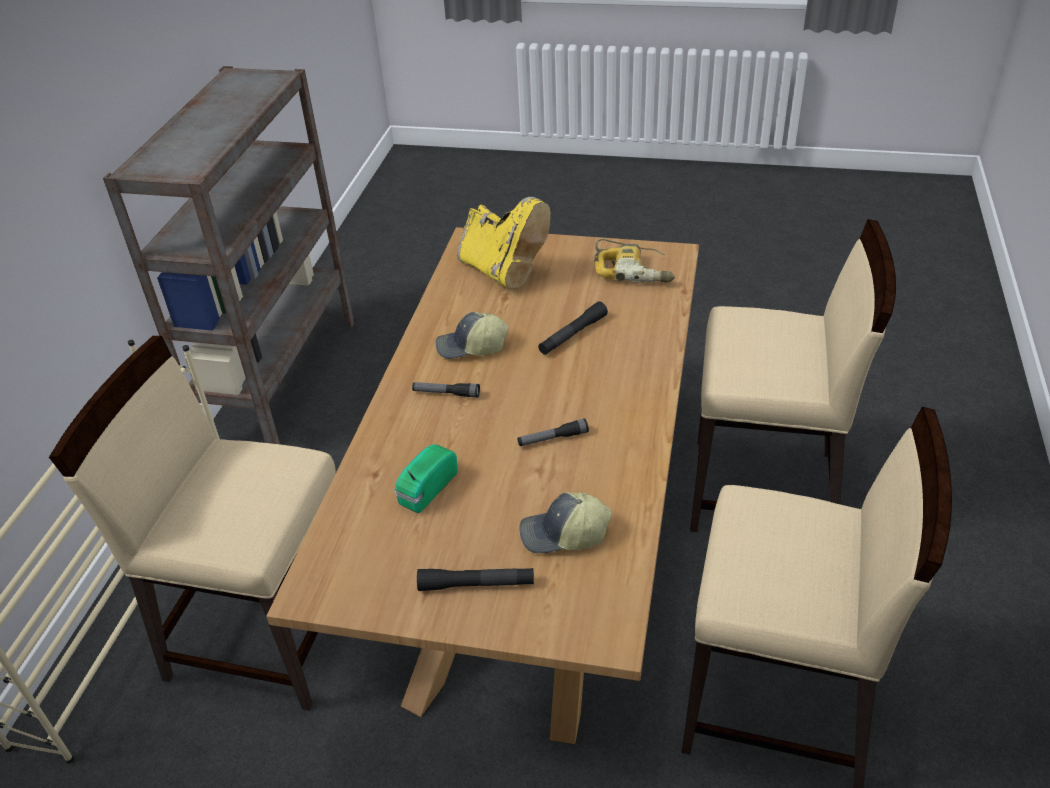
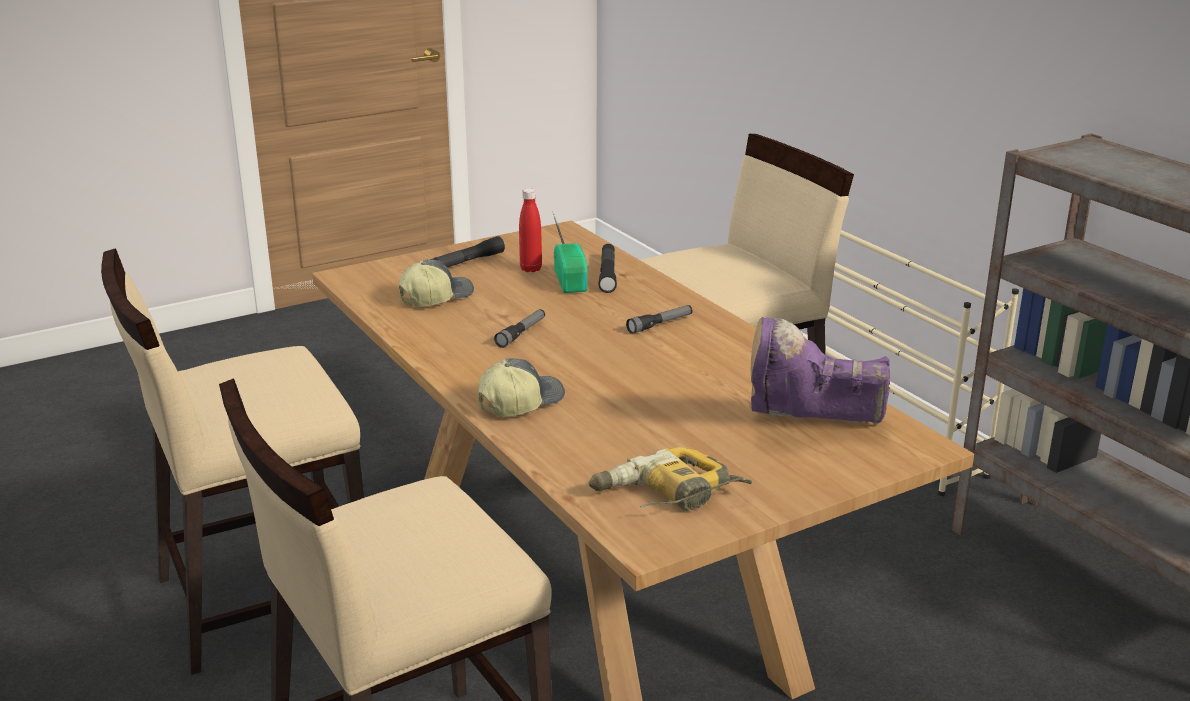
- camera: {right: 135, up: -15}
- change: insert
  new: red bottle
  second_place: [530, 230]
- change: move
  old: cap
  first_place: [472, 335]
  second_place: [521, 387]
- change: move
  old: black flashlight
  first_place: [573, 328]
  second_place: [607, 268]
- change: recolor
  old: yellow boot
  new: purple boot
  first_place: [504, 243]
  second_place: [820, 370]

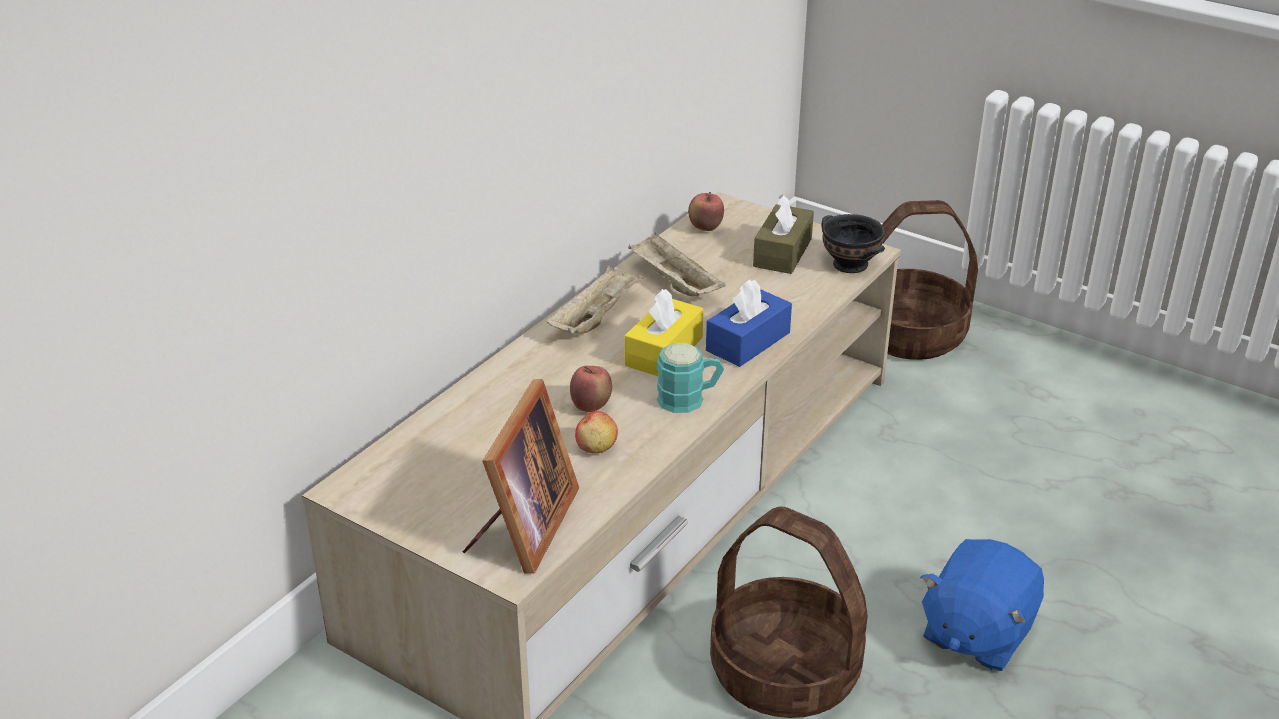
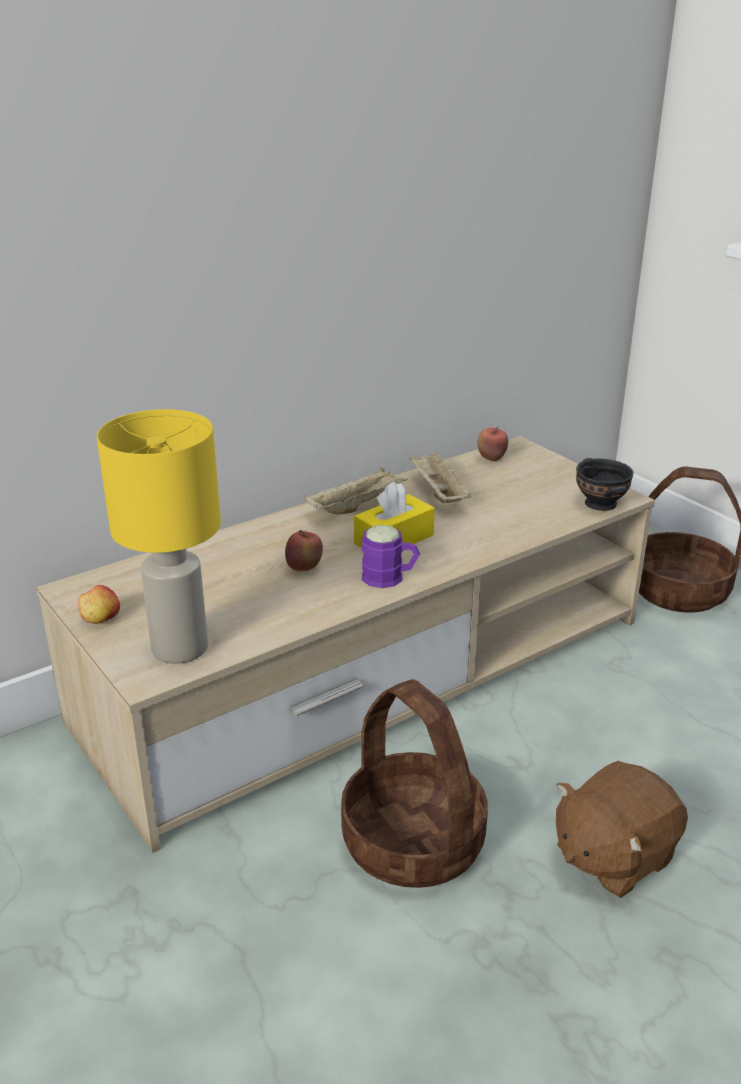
- camera: {right: 20, up: -5}
- change: delete
  old: blue tissue box
  first_place: [749, 323]
- change: delete
  old: brown tissue box
  first_place: [783, 234]
- change: move
  old: apple
  first_place: [596, 432]
  second_place: [99, 604]
- change: replace
  old: picture frame
  new: yellow table lamp
  first_place: [521, 476]
  second_place: [159, 536]
- change: recolor
  old: turquoise mug
  new: purple mug
  first_place: [690, 378]
  second_place: [391, 556]
- change: recolor
  old: blue plush toy
  new: brown plush toy
  first_place: [982, 605]
  second_place: [622, 829]

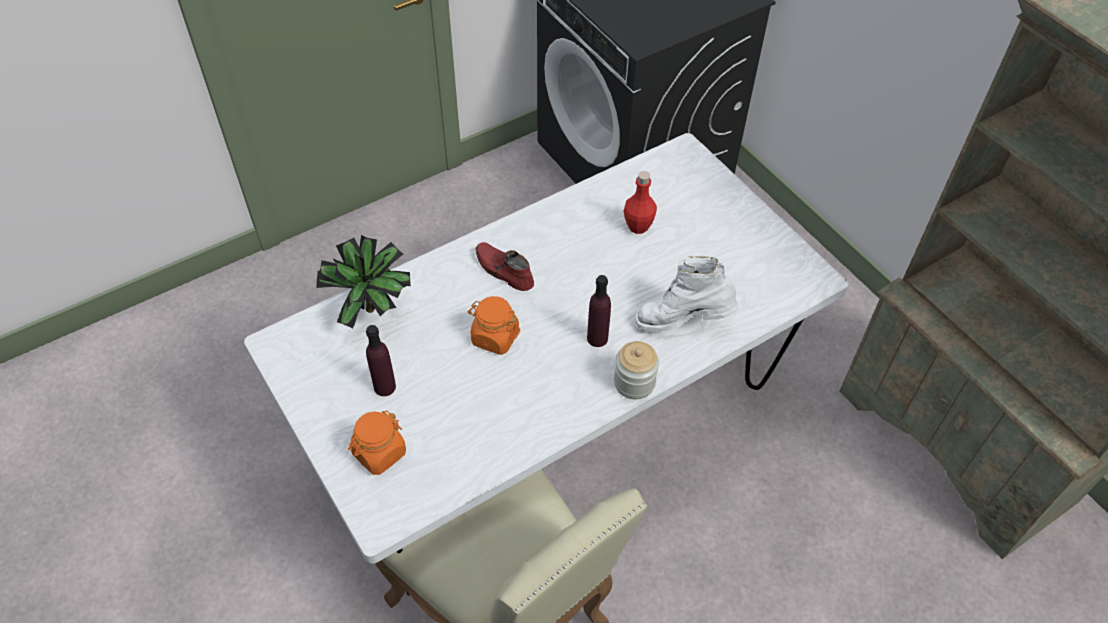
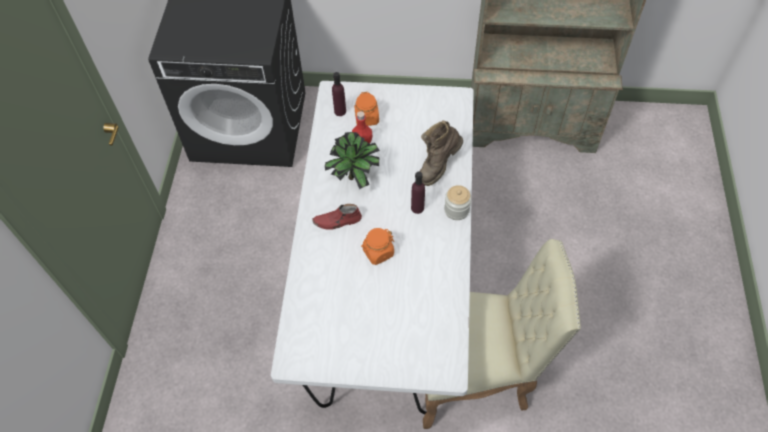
- camera: {right: -50, up: 5}
- change: move
  old: potted plant
  first_place: [363, 282]
  second_place: [352, 160]
- change: move
  old: orange jar
  first_place: [377, 442]
  second_place: [366, 109]
- change: move
  old: purple bottle
  first_place: [381, 360]
  second_place: [339, 94]
- change: recolor
  old: white boot
  new: brown boot
  first_place: [686, 294]
  second_place: [441, 153]

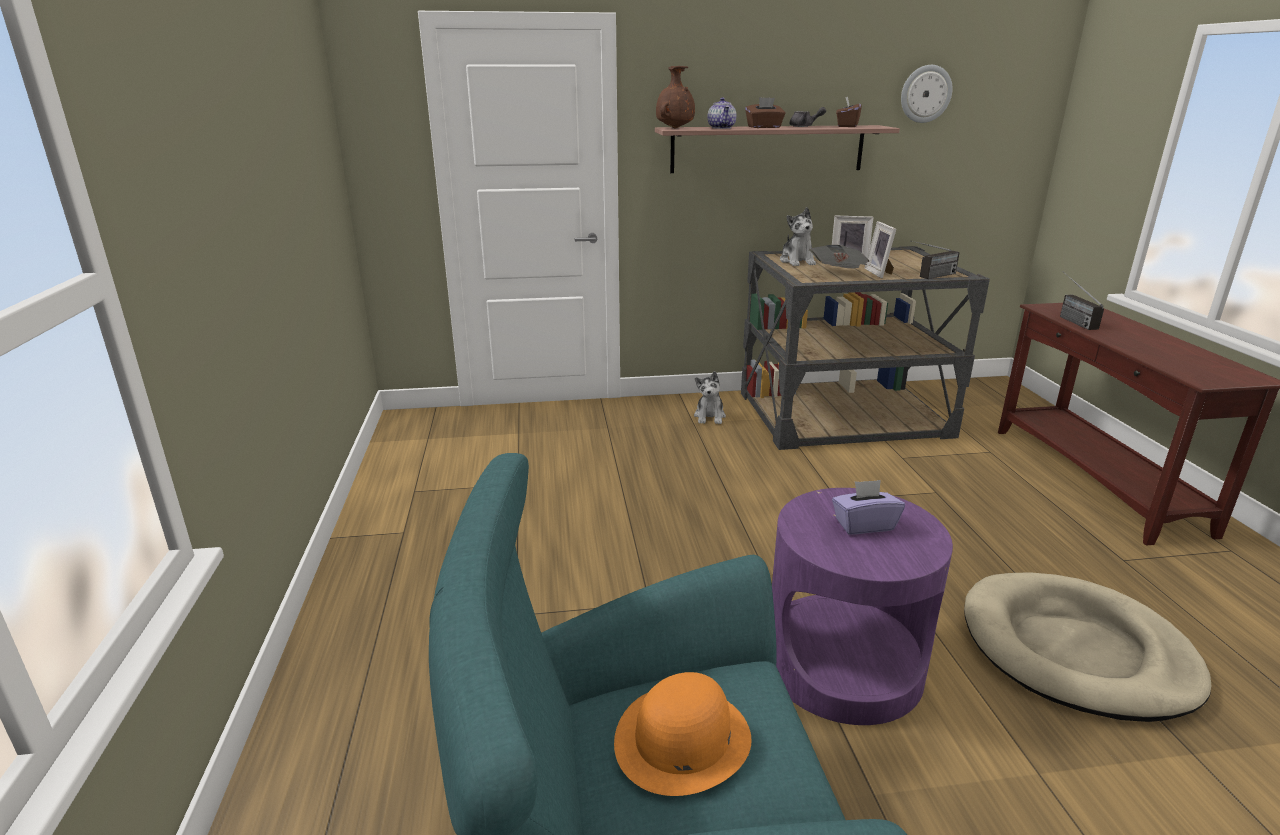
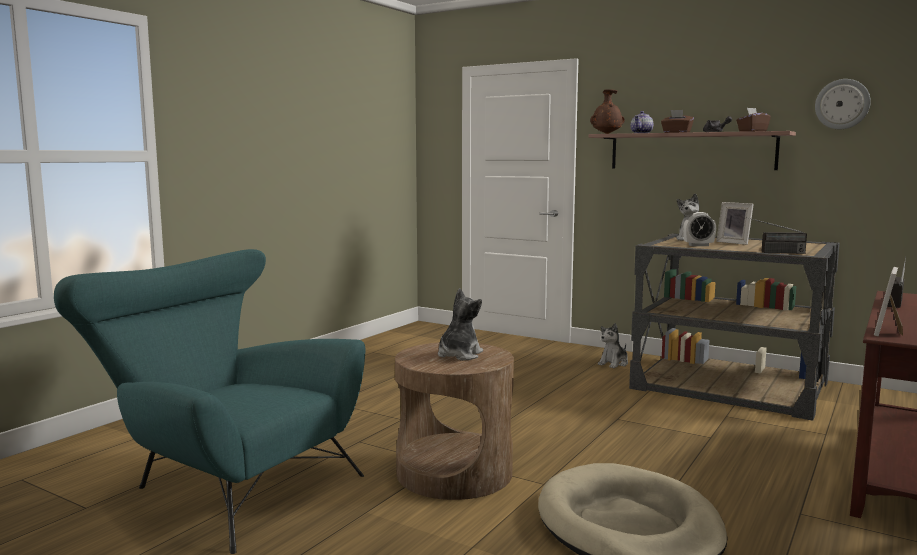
- camera: {right: 40, up: -15}
- change: delete
  old: orange hat
  first_place: [683, 734]
- change: move
  old: picture frame
  first_place: [880, 249]
  second_place: [888, 302]
- change: replace
  old: newspaper
  new: alarm clock
  first_place: [839, 256]
  second_place: [699, 229]
- change: replace
  old: purple tissue box
  new: plush toy
  first_place: [868, 507]
  second_place: [460, 324]
- change: recolor
  old: purple side table
  new: brown side table
  first_place: [862, 606]
  second_place: [454, 421]

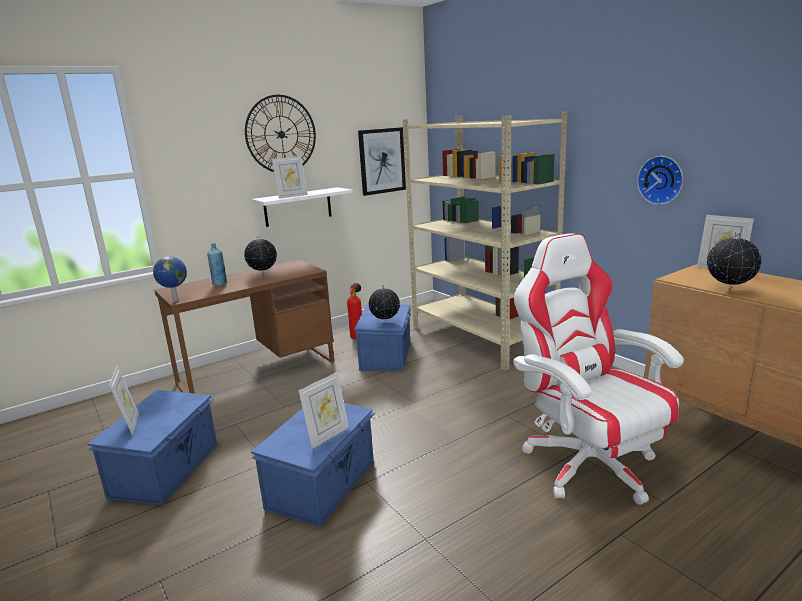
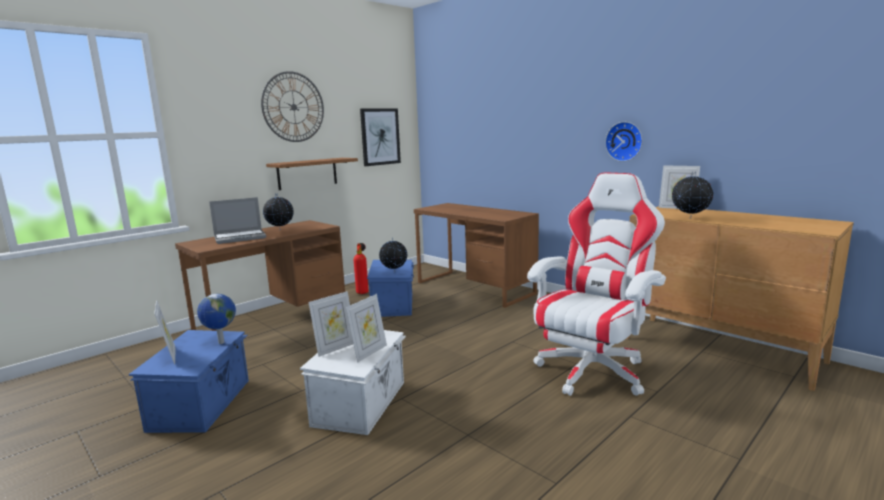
- camera: {right: -10, up: -5}
- change: move
  old: globe
  first_place: [170, 279]
  second_place: [216, 319]
- change: move
  old: picture frame
  first_place: [290, 177]
  second_place: [331, 324]
- change: replace
  old: blue bottle
  new: laptop
  first_place: [217, 264]
  second_place: [237, 220]
- change: replace
  old: beige bookcase
  new: brown desk
  first_place: [485, 241]
  second_place: [476, 255]
- change: recolor
  old: blue storage box
  new: white storage box
  first_place: [313, 465]
  second_place: [353, 382]
- change: recolor
  old: white shelf
  new: brown shelf
  first_place: [302, 207]
  second_place: [312, 174]
- change: rotate
  old: white office chair
  first_place: [598, 369]
  second_place: [596, 284]
  degrees: 75

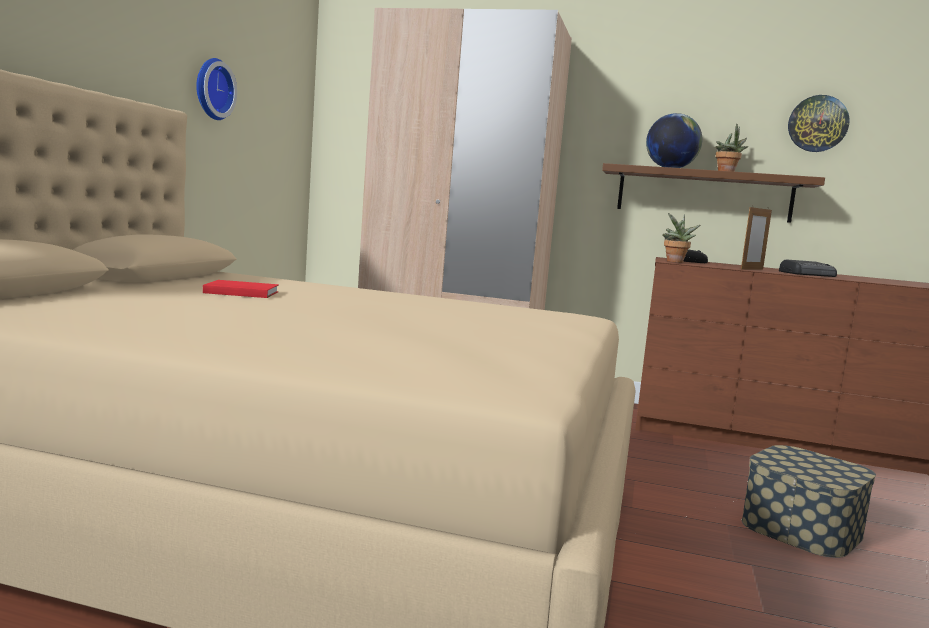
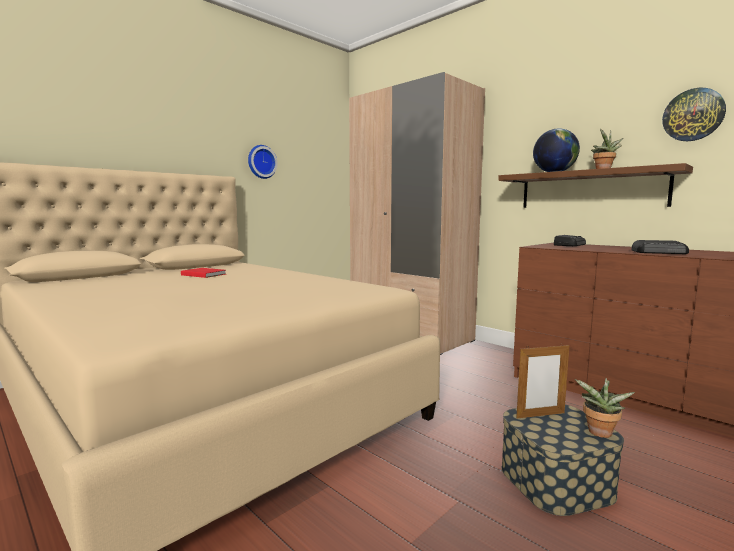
- camera: {right: 30, up: 0}
- change: move
  old: potted plant
  first_place: [681, 238]
  second_place: [605, 408]
- change: move
  old: picture frame
  first_place: [756, 238]
  second_place: [542, 381]

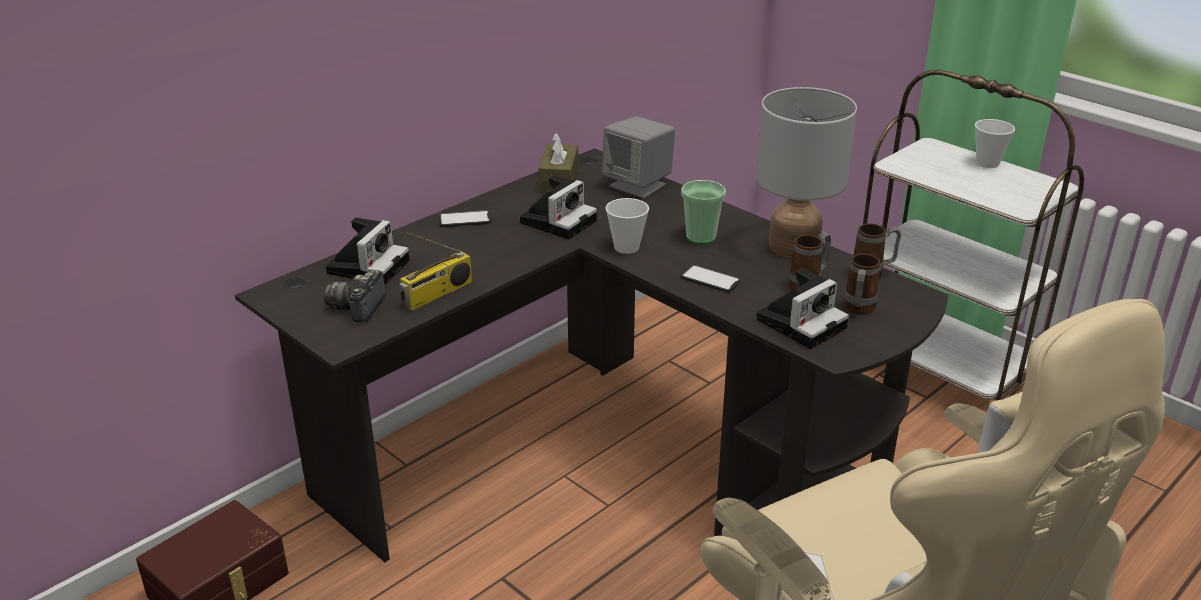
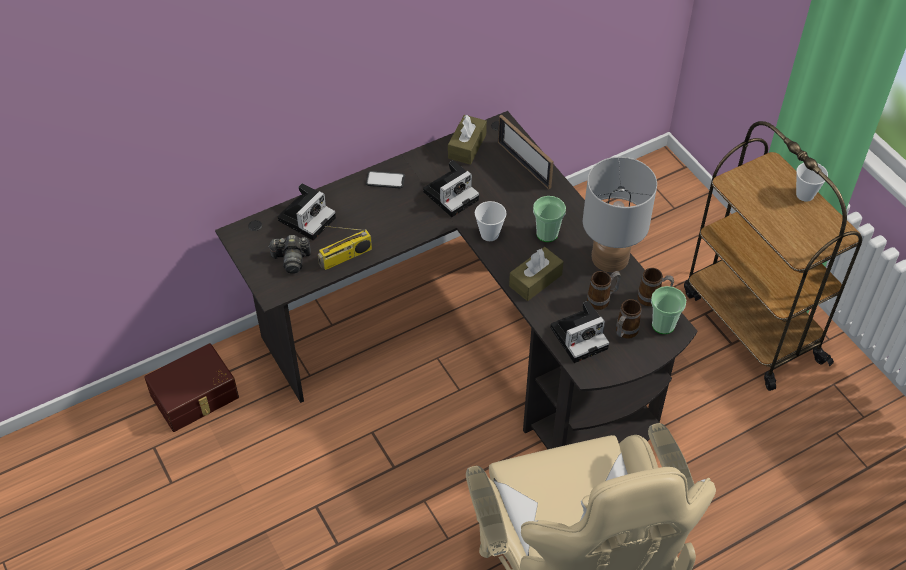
- camera: {right: 15, up: 20}
- change: insert
  new: cup
  second_place: [668, 310]
- change: replace
  old: grey speaker
  new: picture frame
  first_place: [638, 157]
  second_place: [526, 152]
- change: replace
  old: phone
  new: brown tissue box
  first_place: [710, 278]
  second_place: [536, 274]
- change: recolor
  old: white cart
  new: brown cart
  first_place: [973, 235]
  second_place: [773, 256]
- change: rotate
  old: photo camera
  first_place: [355, 296]
  second_place: [289, 254]
  degrees: -120

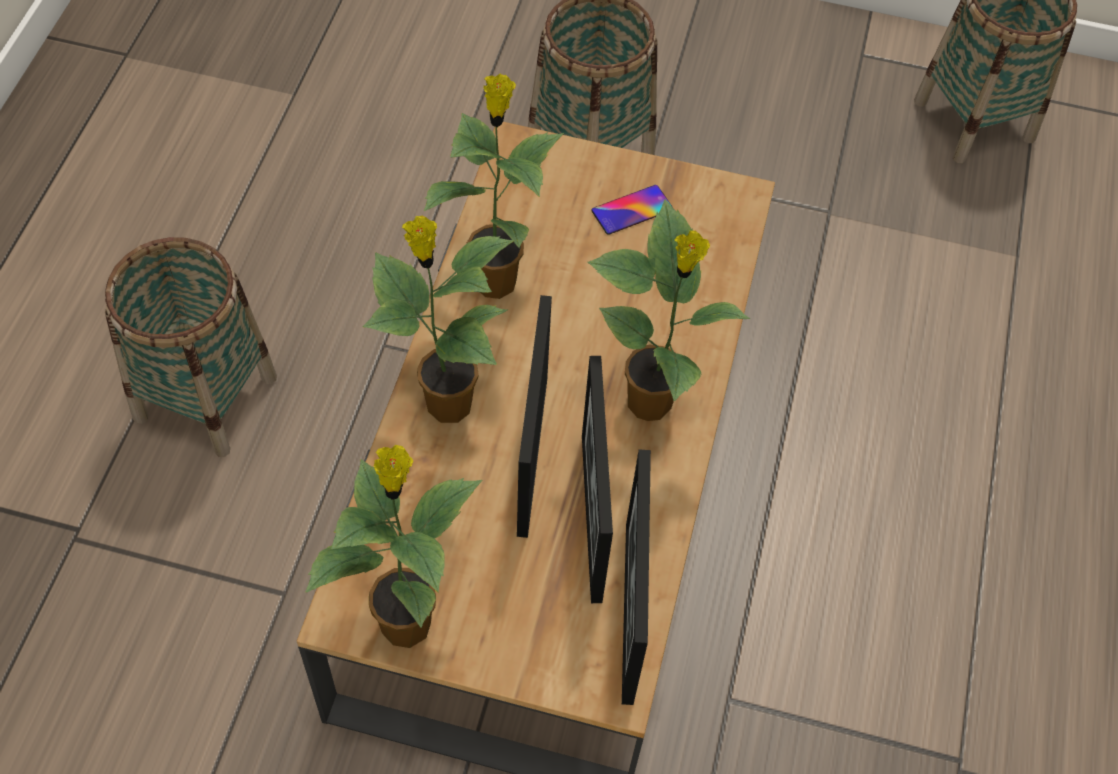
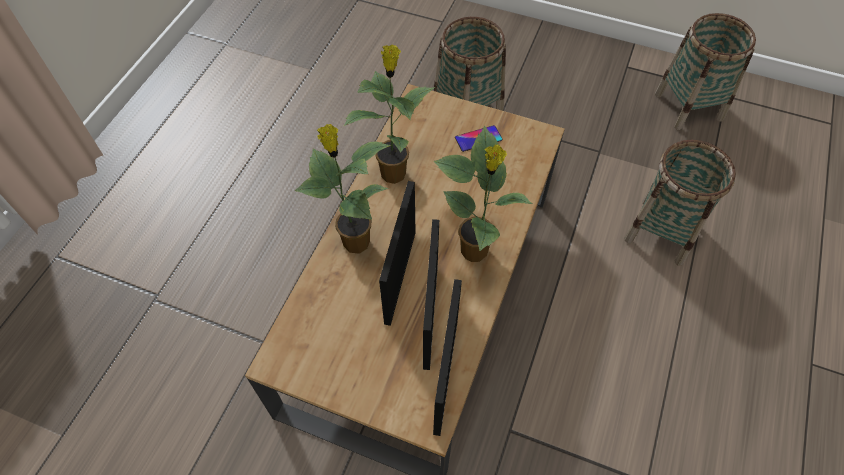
- camera: {right: 10, up: 0}
- change: delete
  old: potted plant
  first_place: [394, 546]
- change: move
  old: basket
  first_place: [191, 347]
  second_place: [680, 203]

